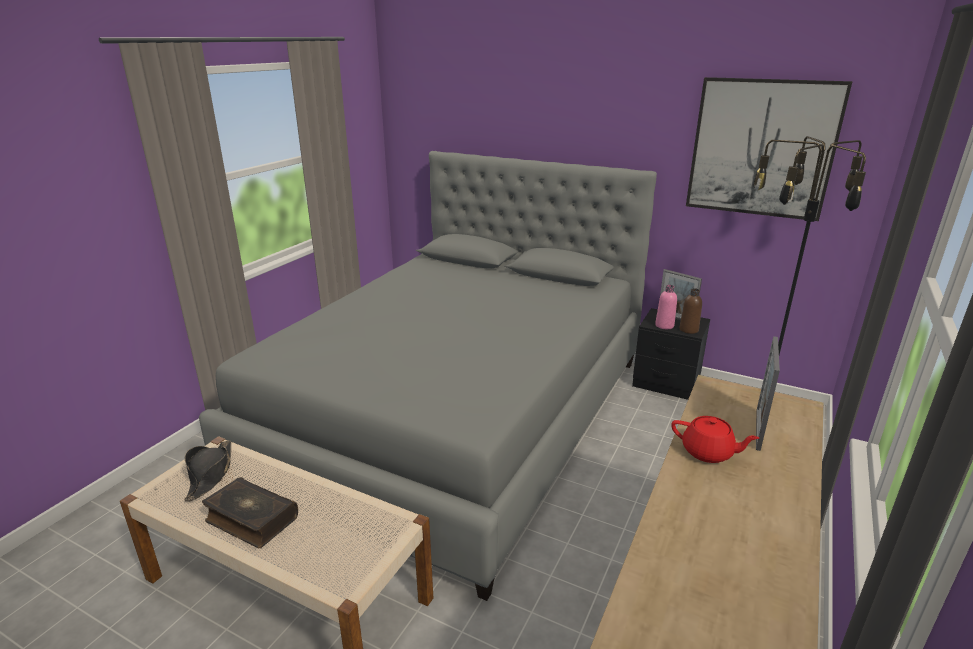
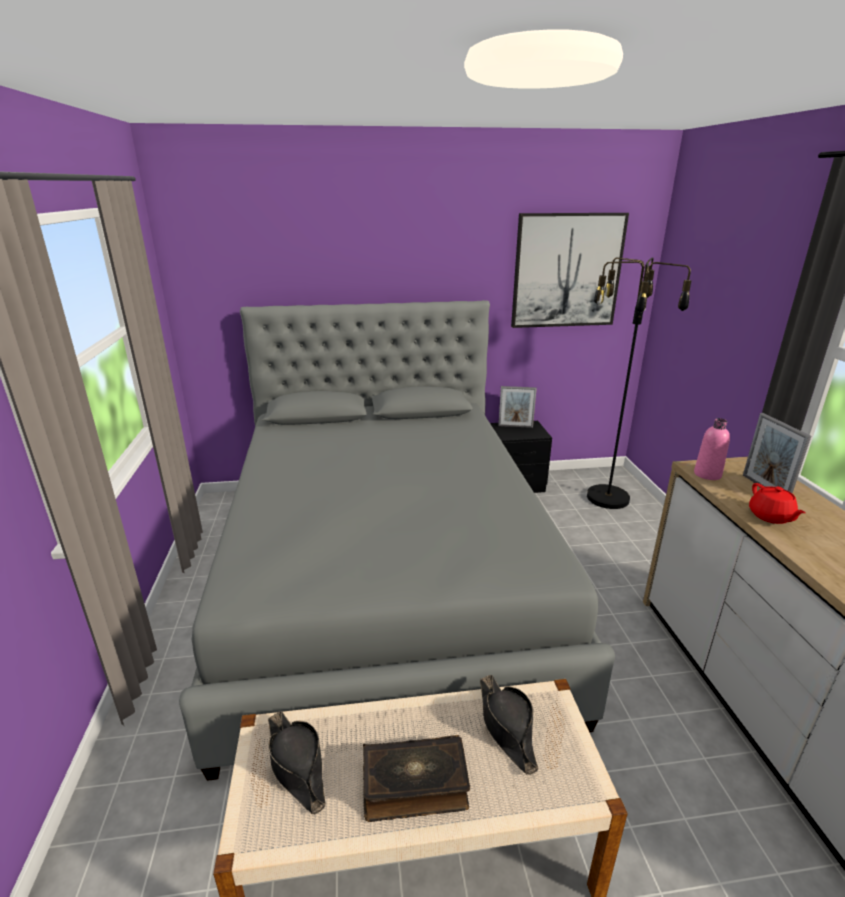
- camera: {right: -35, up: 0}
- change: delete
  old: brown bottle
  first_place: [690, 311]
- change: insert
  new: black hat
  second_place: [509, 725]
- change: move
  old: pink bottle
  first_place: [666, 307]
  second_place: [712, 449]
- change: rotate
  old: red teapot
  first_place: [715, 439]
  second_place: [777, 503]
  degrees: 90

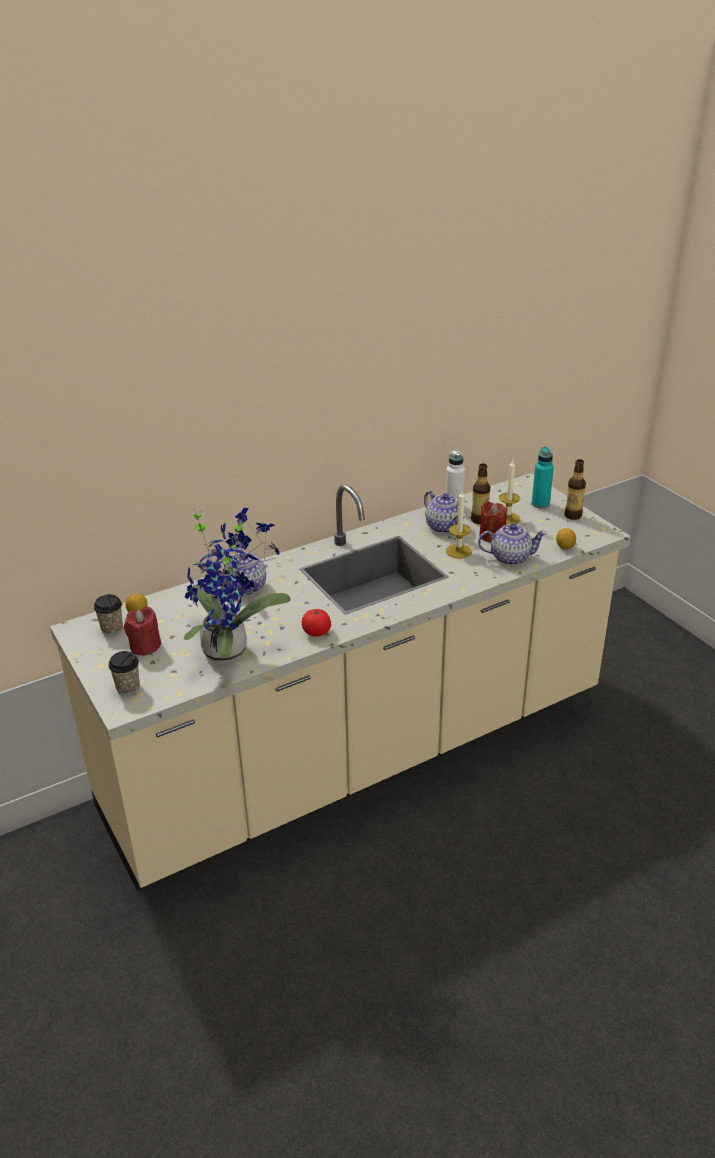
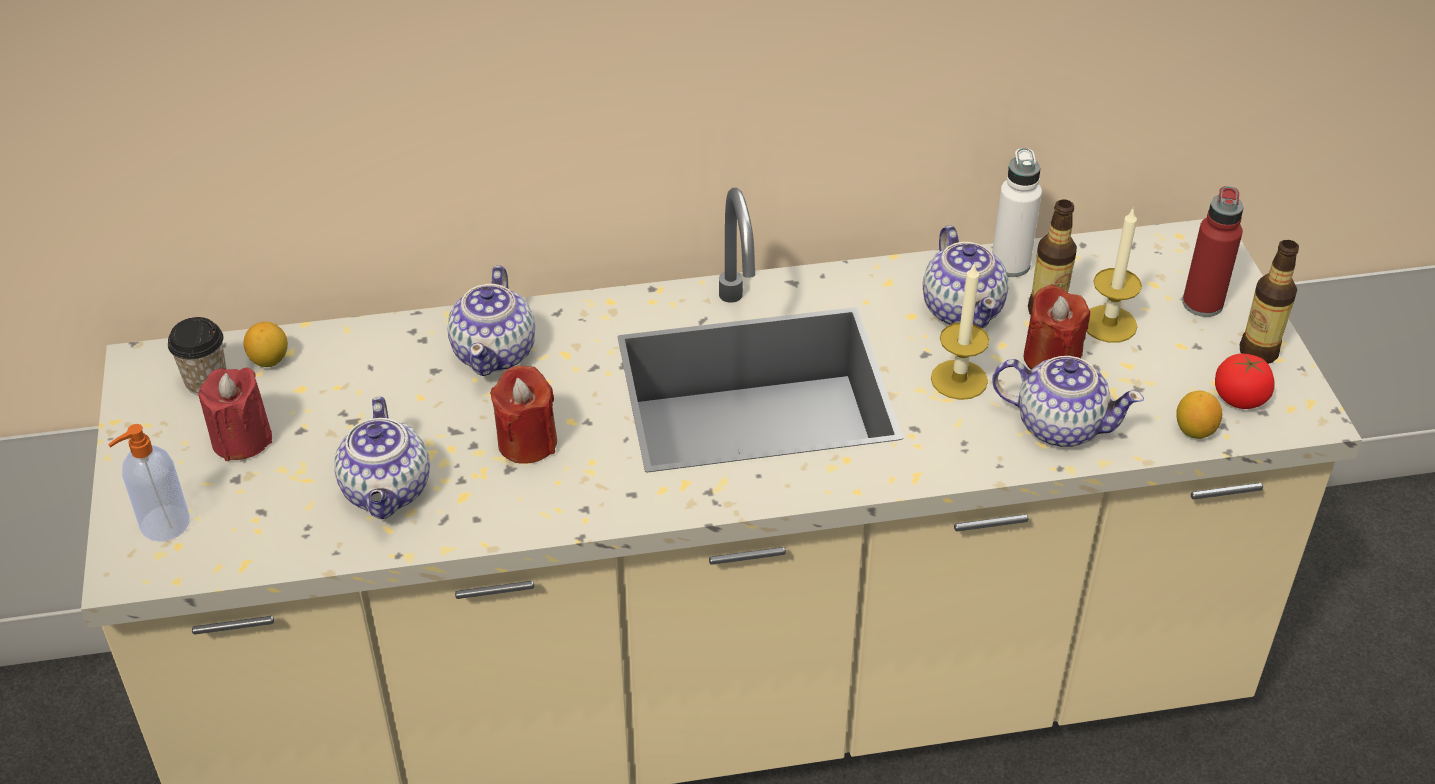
- camera: {right: 20, up: 10}
- change: insert
  new: red candle
  second_place: [523, 414]
- change: move
  old: tomato
  first_place: [316, 623]
  second_place: [1245, 381]
- change: replace
  old: cup
  new: soap dispenser
  first_place: [124, 673]
  second_place: [149, 482]
- change: replace
  old: potted plant
  new: teapot
  first_place: [237, 585]
  second_place: [382, 458]
- change: recolor
  old: turquoise bottle
  new: red bottle
  first_place: [543, 478]
  second_place: [1213, 251]

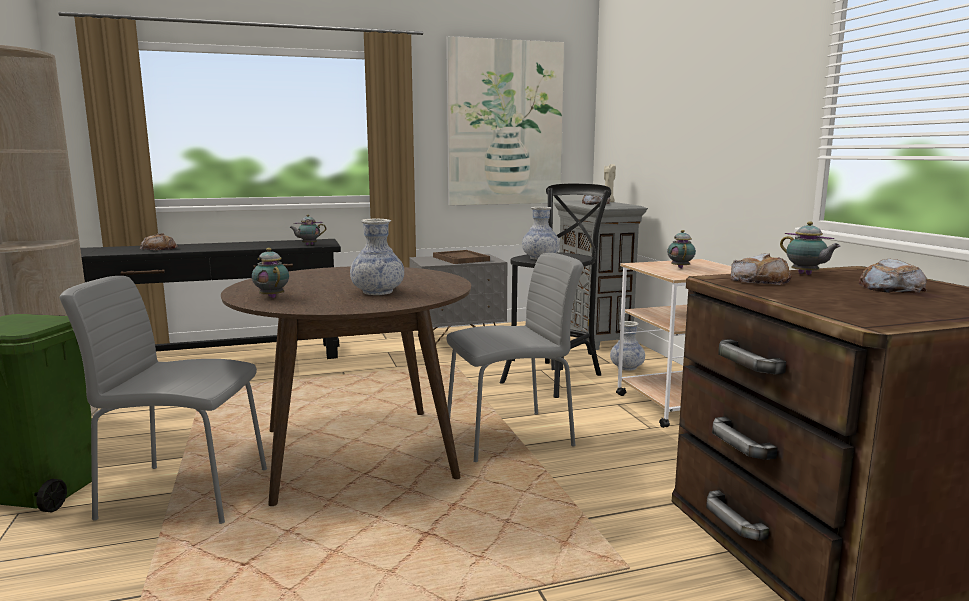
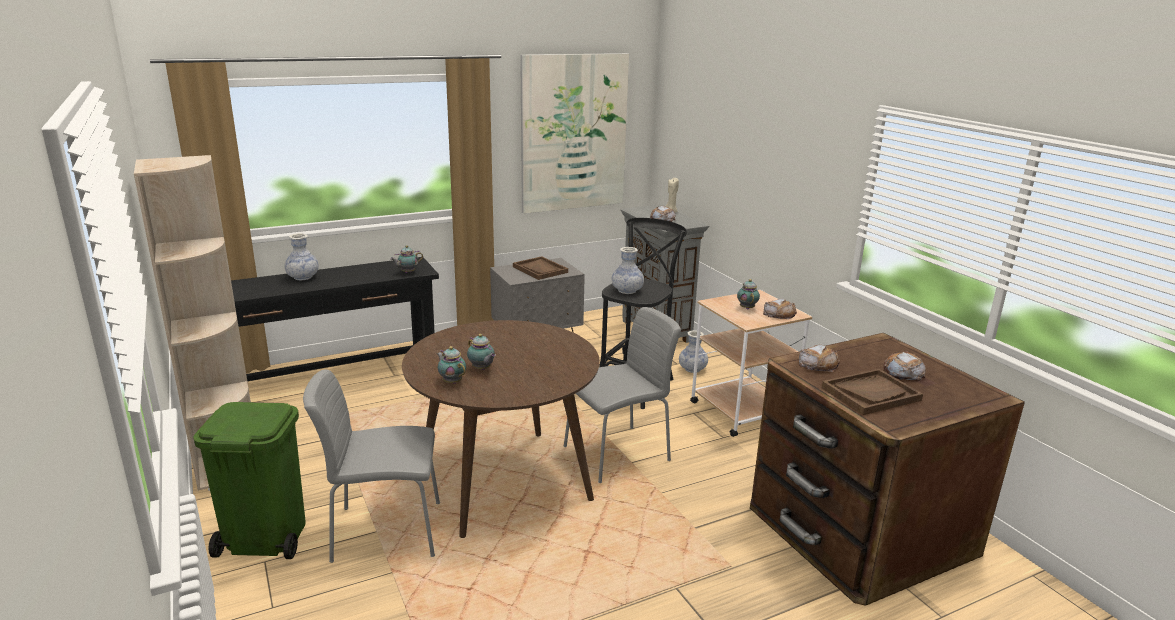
- camera: {right: -10, up: 10}
- change: insert
  new: brown tray
  second_place: [872, 392]
- change: move
  old: bread
  first_place: [159, 241]
  second_place: [780, 308]
- change: move
  old: vase
  first_place: [377, 257]
  second_place: [301, 256]
- change: move
  old: teapot
  first_place: [810, 248]
  second_place: [481, 352]

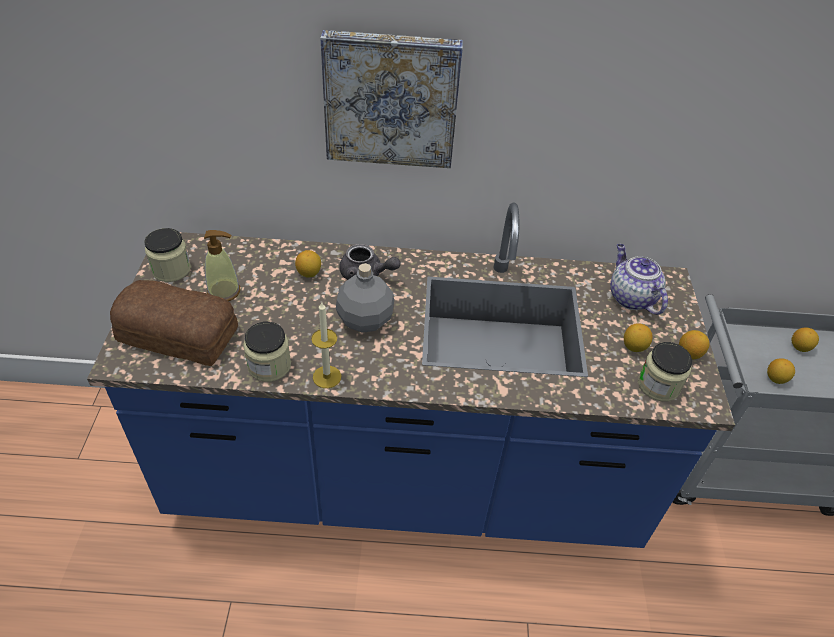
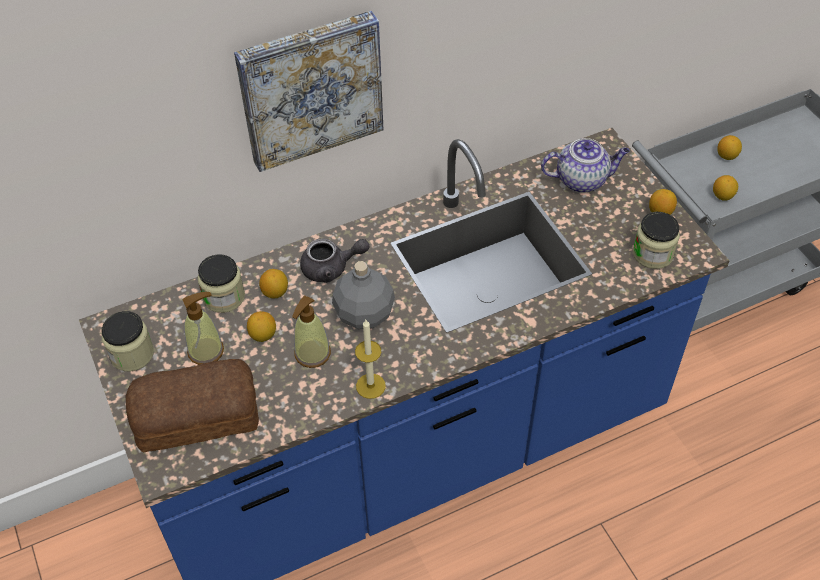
- camera: {right: -25, up: 5}
- change: insert
  new: soap dispenser
  second_place: [311, 331]
- change: move
  old: jar
  first_place: [267, 352]
  second_place: [221, 283]
- change: move
  old: lemon
  first_place: [638, 337]
  second_place: [261, 326]
- change: rotate
  old: teapot
  first_place: [639, 279]
  second_place: [585, 165]
  degrees: 135

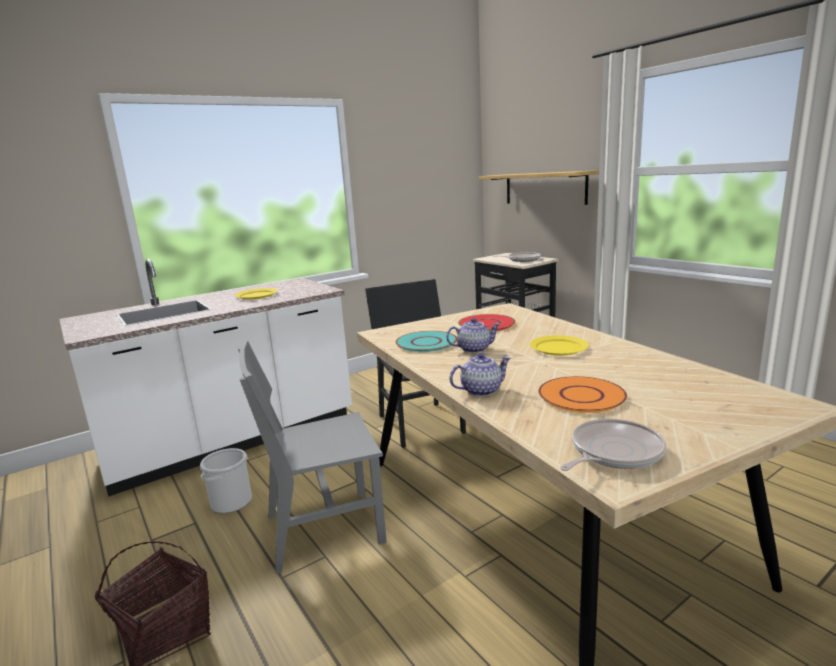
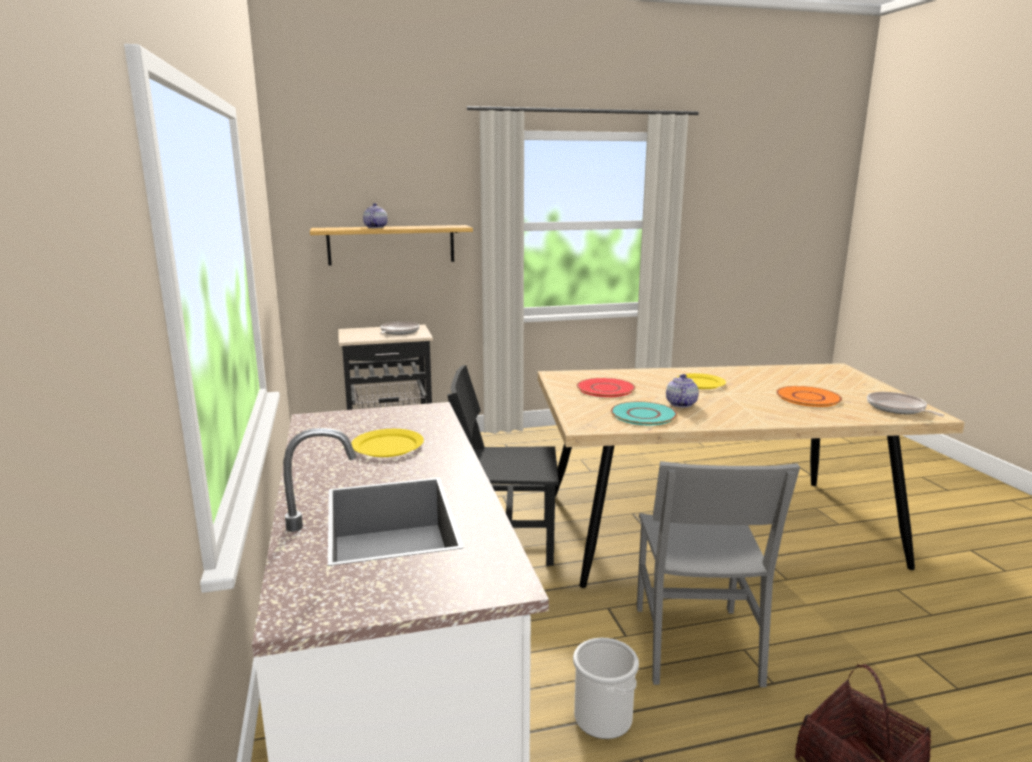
- camera: {right: -70, up: 0}
- change: move
  old: teapot
  first_place: [480, 375]
  second_place: [375, 215]

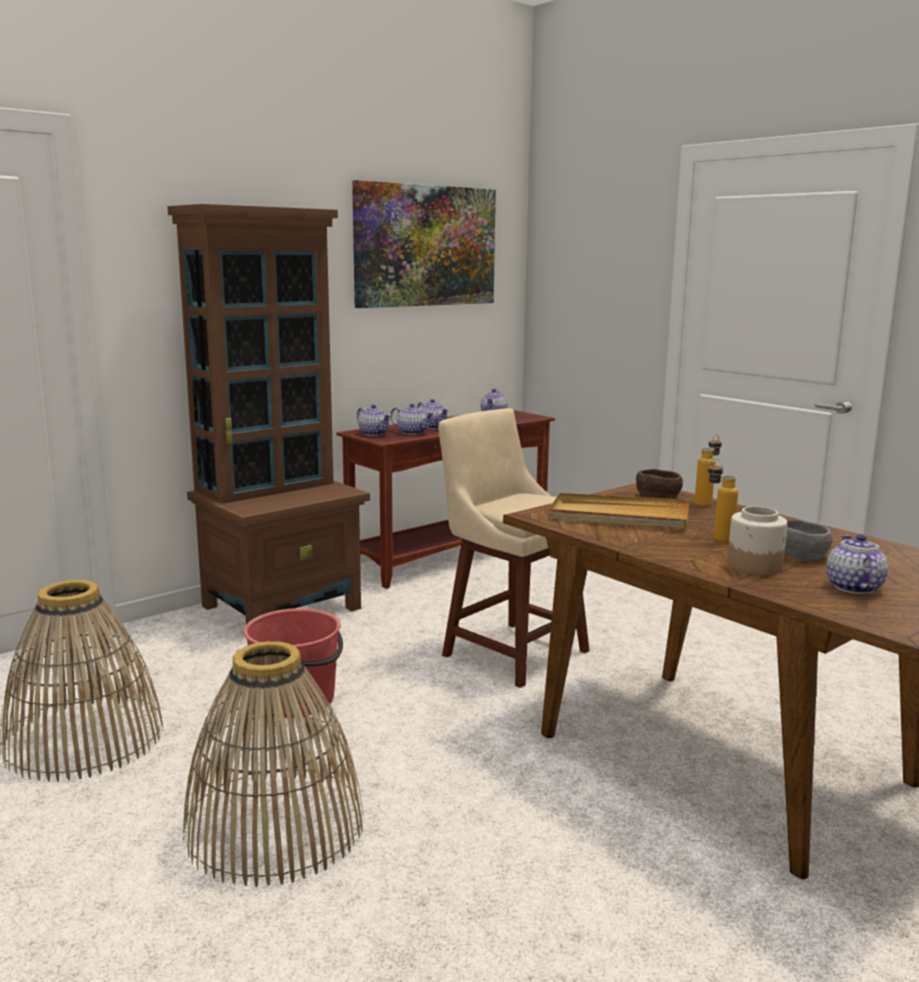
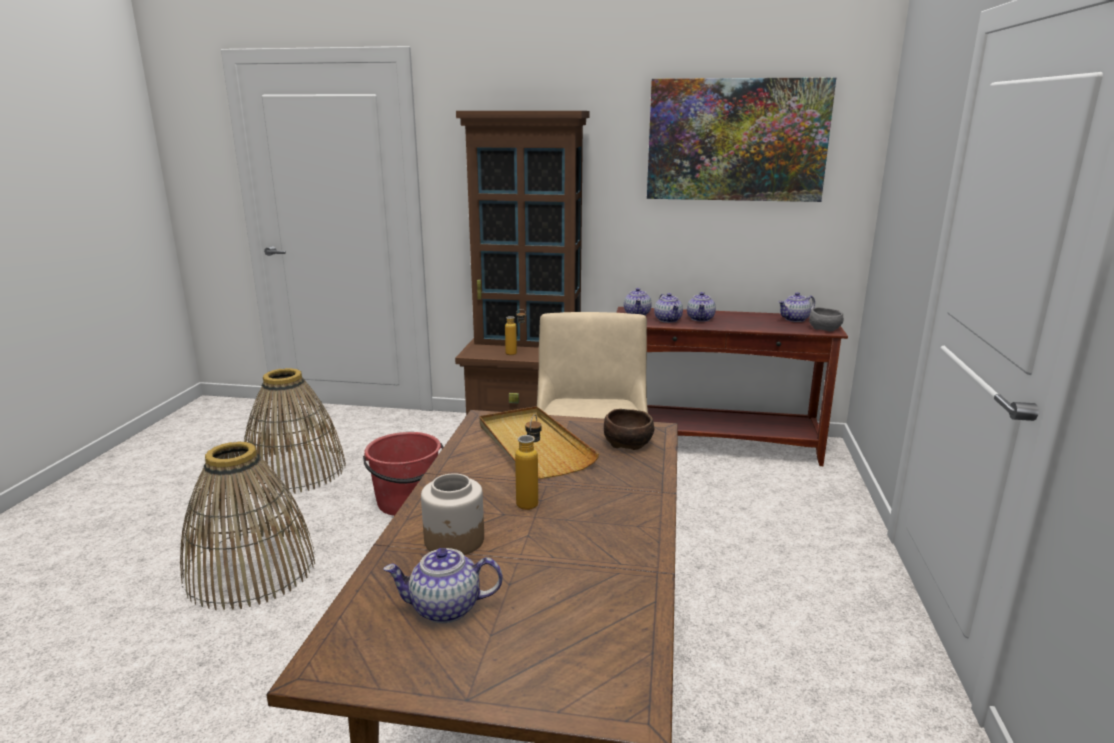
- camera: {right: 50, up: 5}
- change: move
  old: bottle
  first_place: [708, 470]
  second_place: [515, 332]
- change: move
  old: grey bowl
  first_place: [808, 540]
  second_place: [826, 319]
- change: rotate
  old: teapot
  first_place: [857, 564]
  second_place: [443, 585]
  degrees: -150

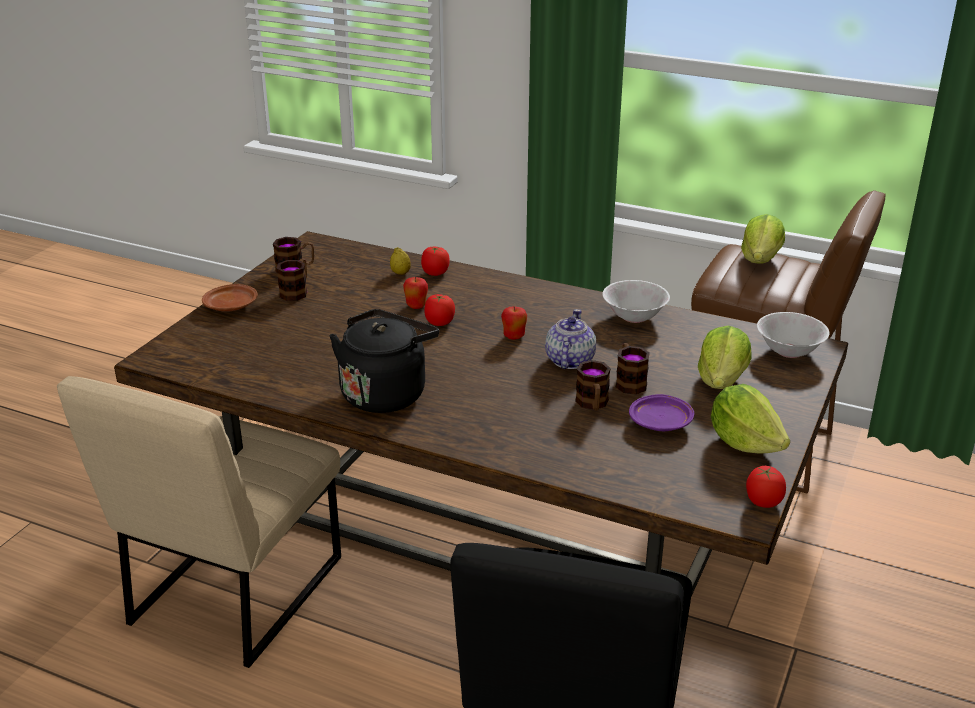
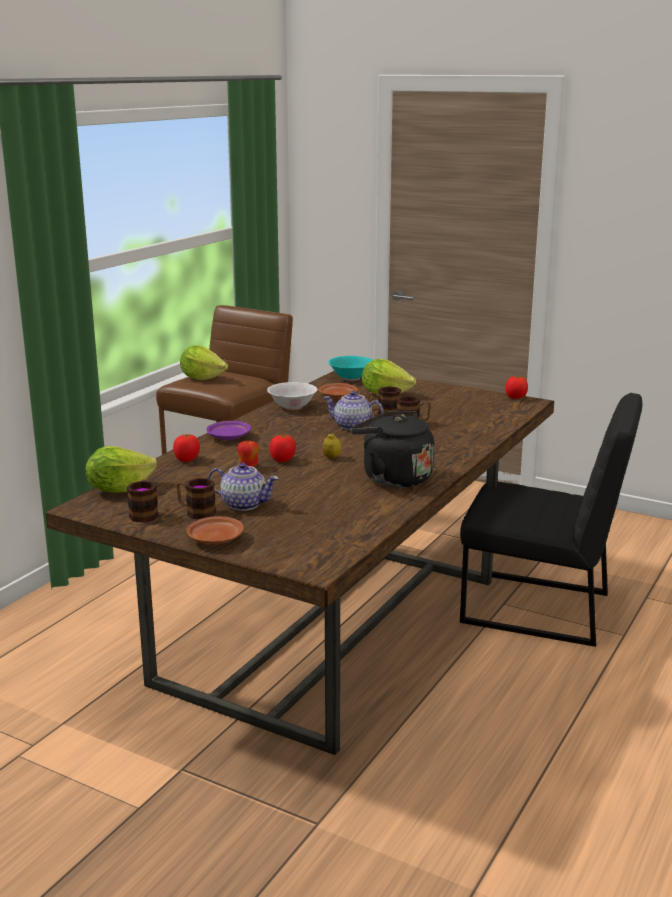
- camera: {right: -85, up: -10}
- change: delete
  old: beige chair
  first_place: [199, 522]
- change: delete
  old: apple
  first_place: [514, 323]
- change: insert
  new: teapot
  second_place: [243, 487]
- change: insert
  new: brown plate
  second_place: [338, 391]
- change: move
  old: lemon
  first_place: [400, 261]
  second_place: [331, 446]
- change: move
  old: purple plate
  first_place: [661, 412]
  second_place: [228, 430]
- change: move
  old: lettuce
  first_place: [750, 419]
  second_place: [121, 469]
- change: recolor
  old: white bowl
  new: turquoise bowl
  first_place: [793, 335]
  second_place: [350, 368]

